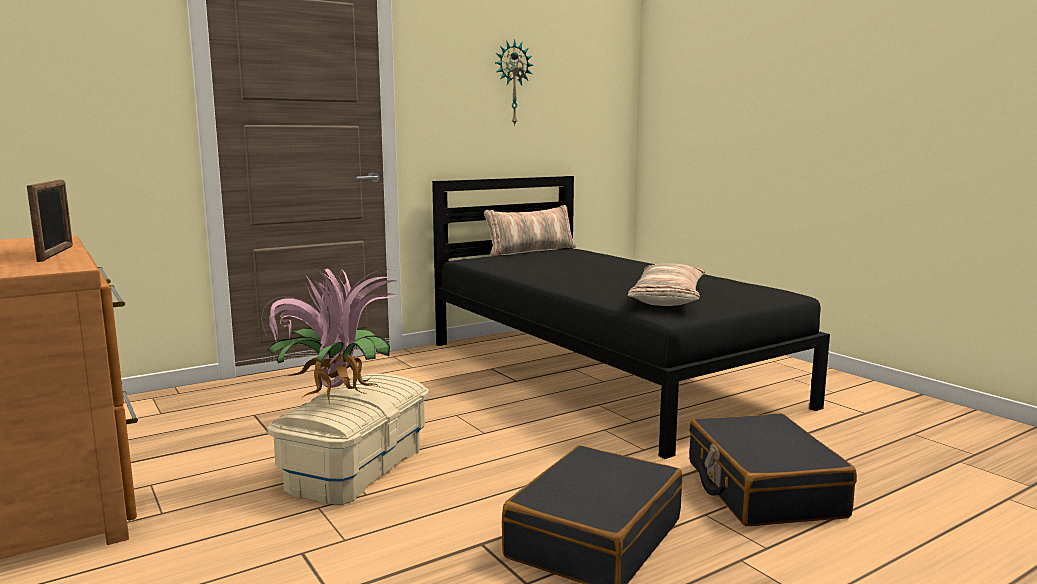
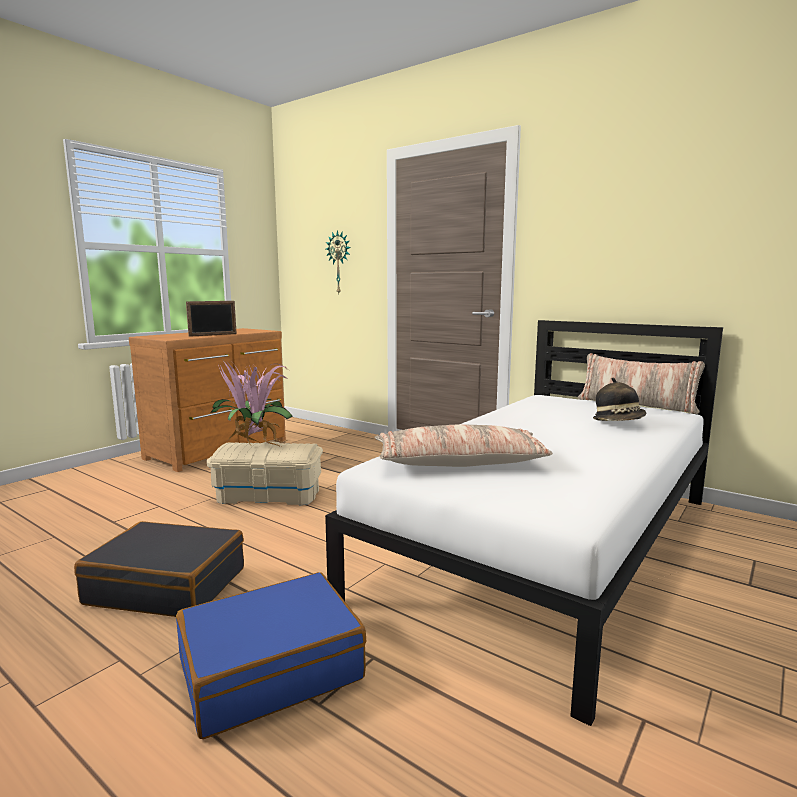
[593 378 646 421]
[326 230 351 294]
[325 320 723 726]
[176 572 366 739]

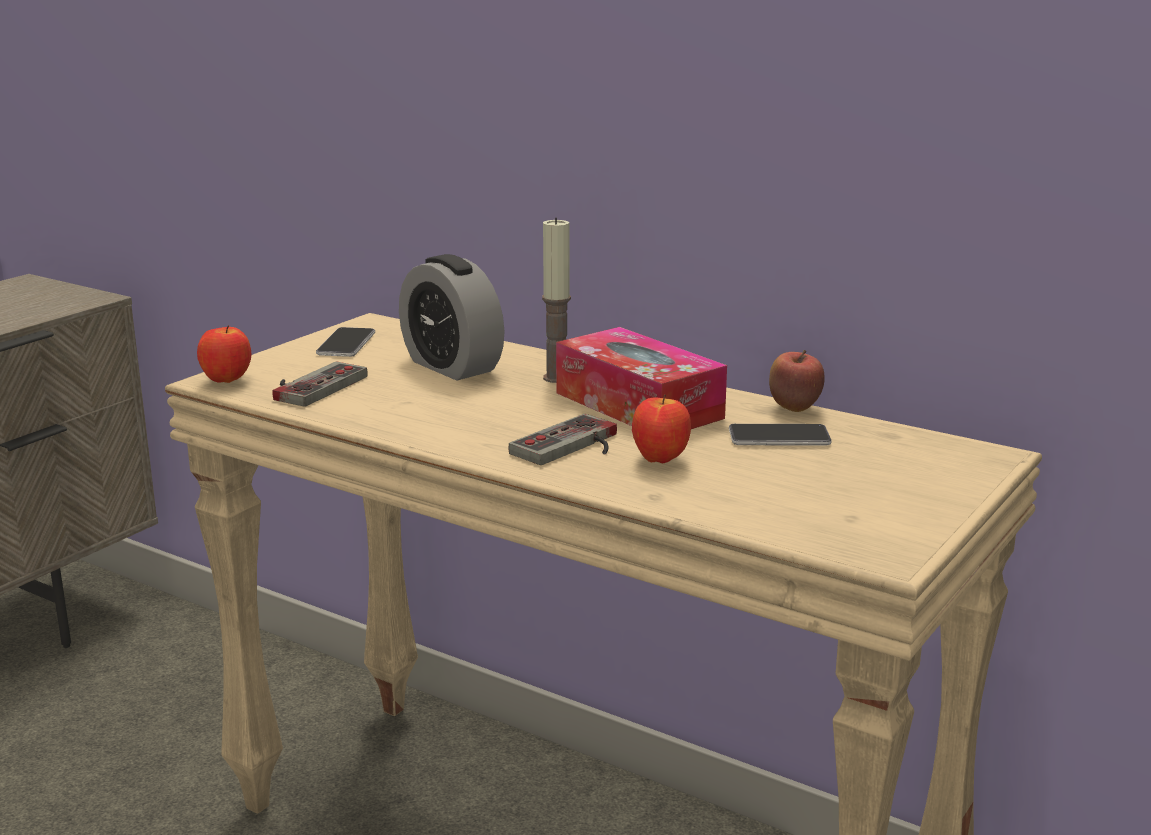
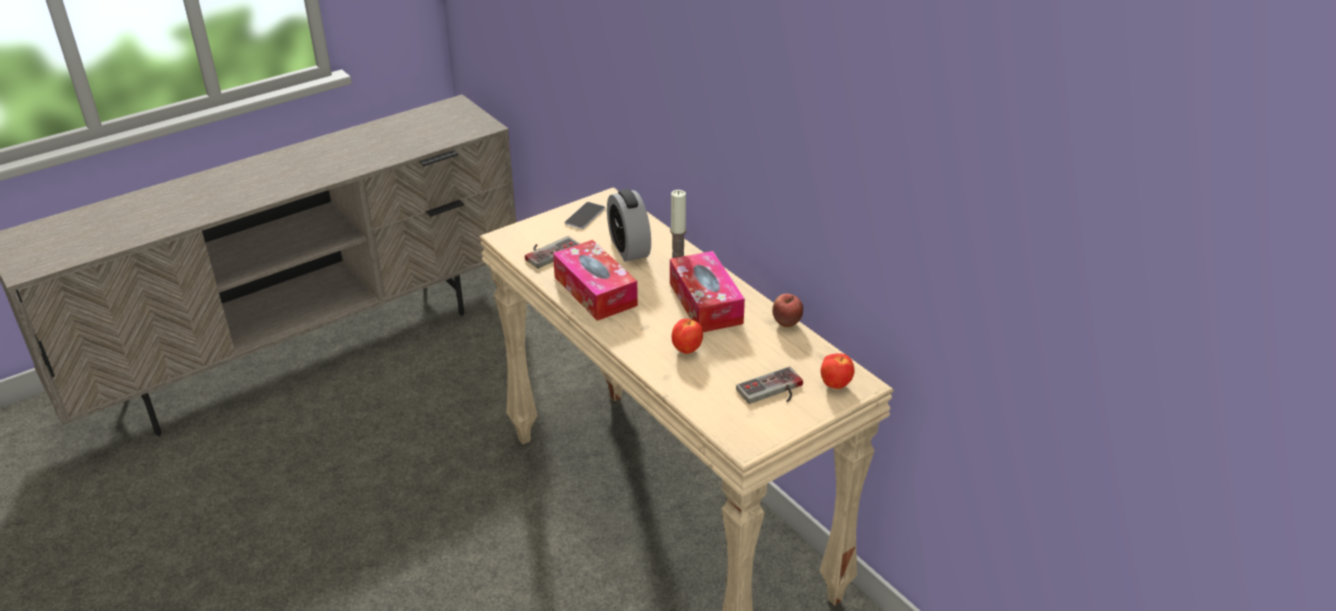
[729 424 832 446] (first image)
[553 240 638 321]
[821 353 855 389]
[736 366 803 404]

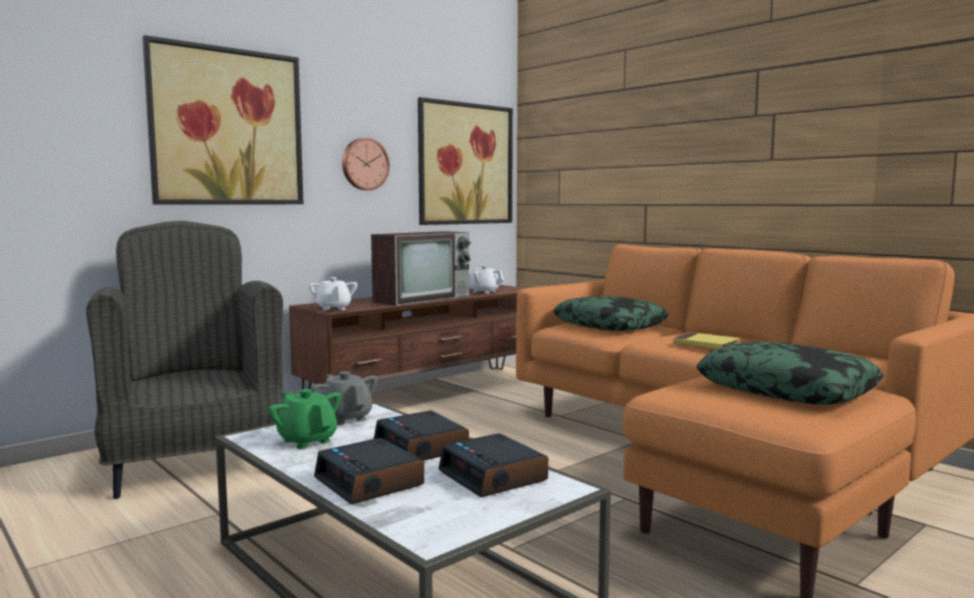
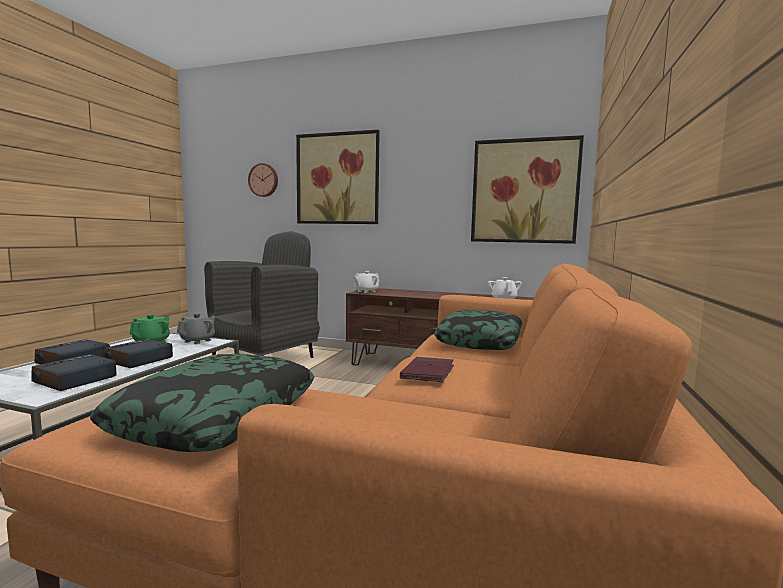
[371 231 472 306] (first image)
[248 163 278 197]
[400 357 454 382]

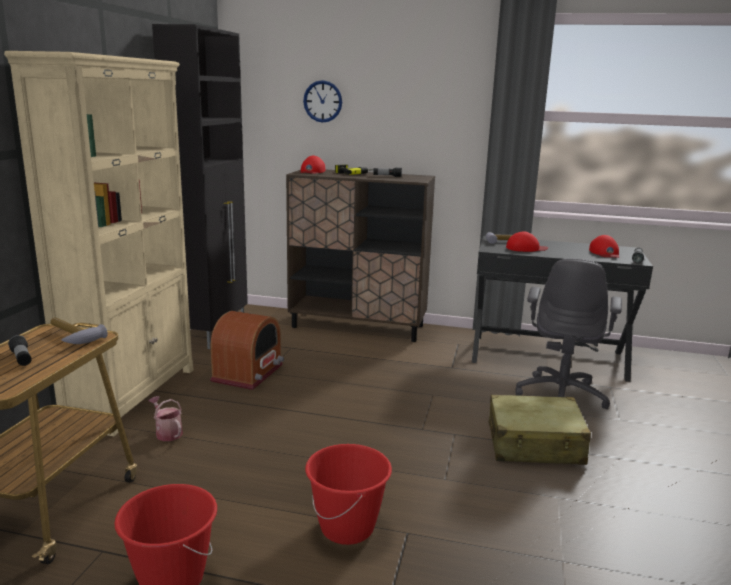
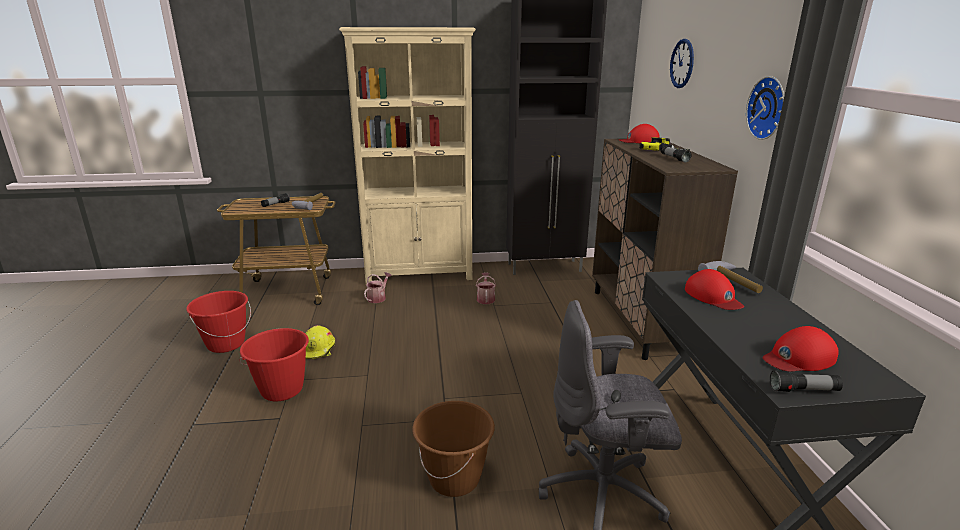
[306 325 335 359]
[746 76 784 140]
[476 272 496 304]
[412 401 495 497]

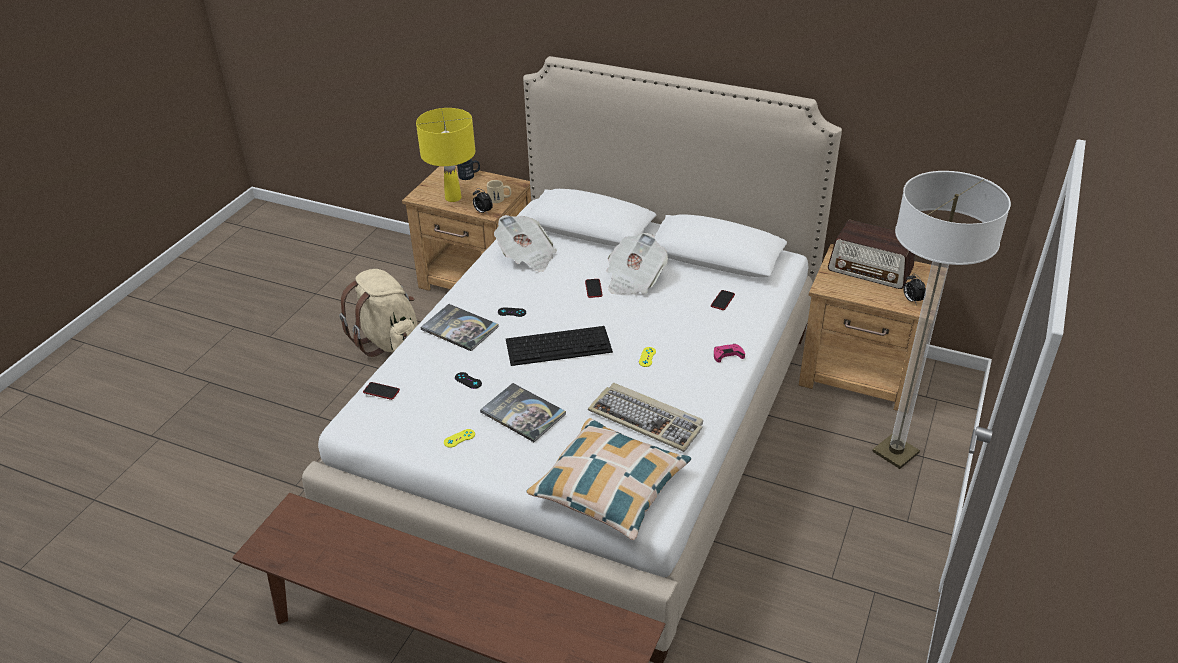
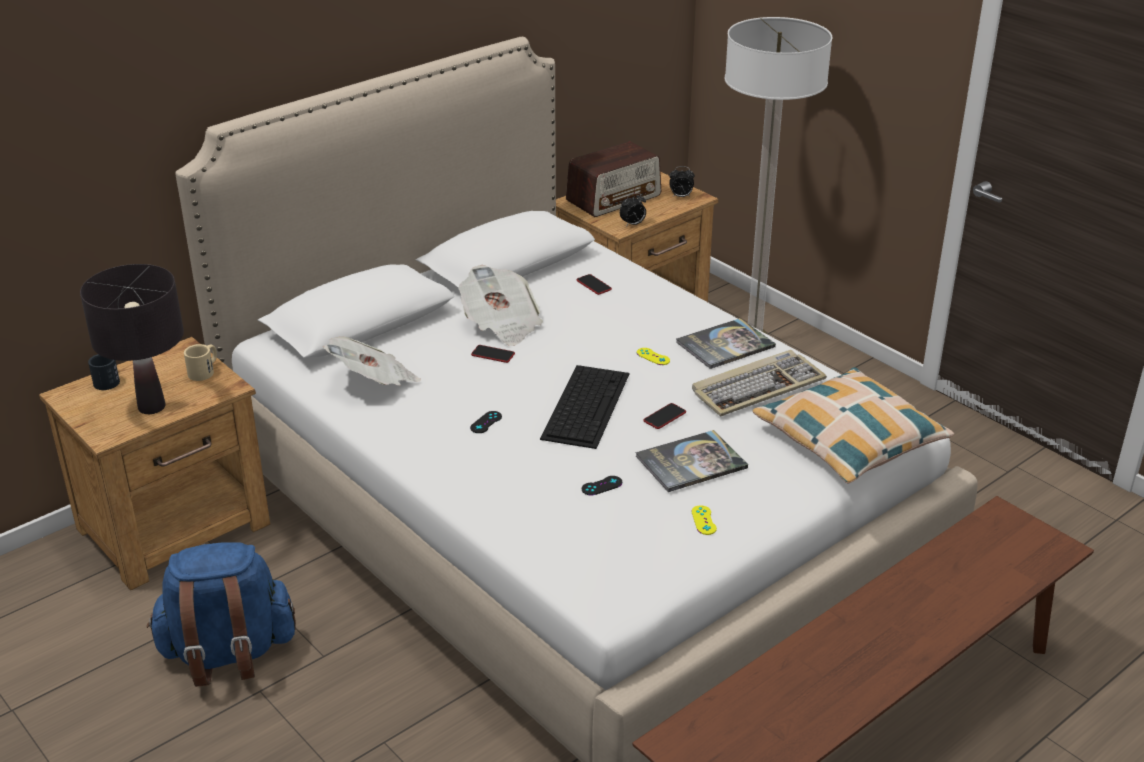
[714 344 745 363] (first image)
[643 403 686 429]
[676 318 776 369]
[620 193 646 227]
[147 542 296 687]
[80 264 184 414]

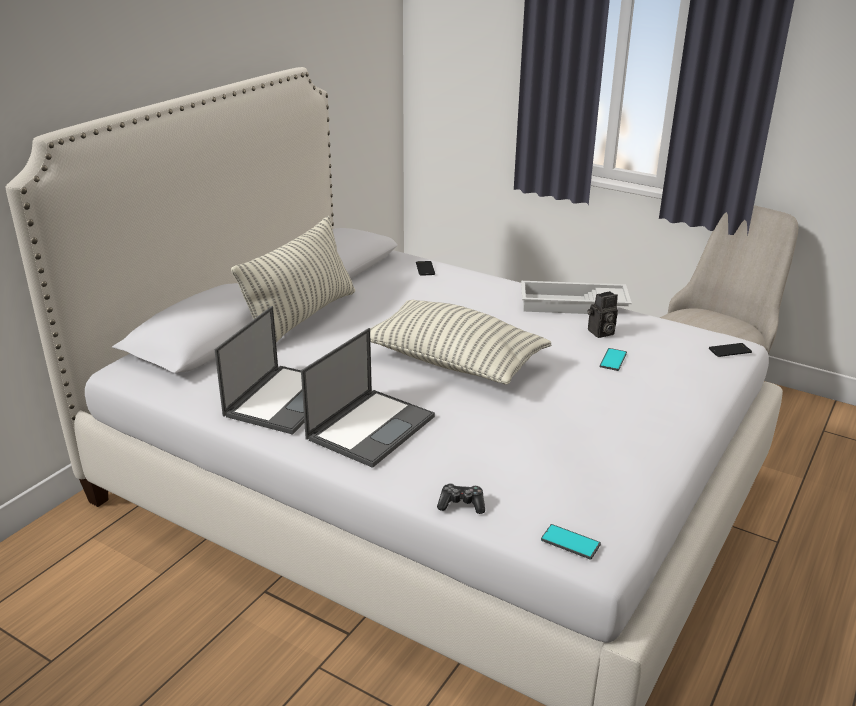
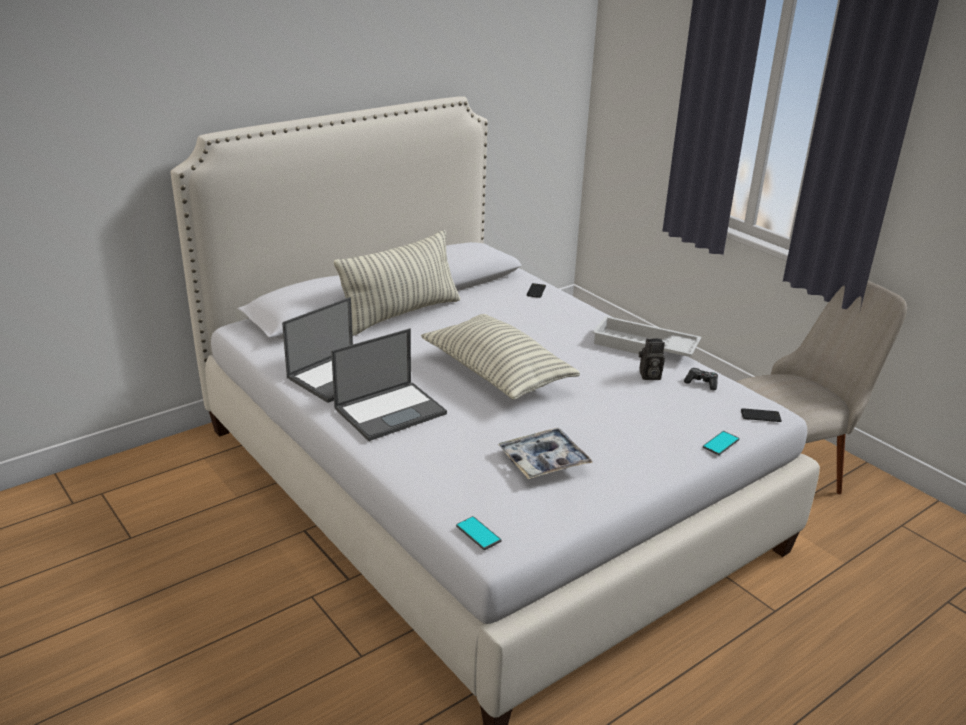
[498 428 593 479]
[684 368 718 390]
[703 431 740 455]

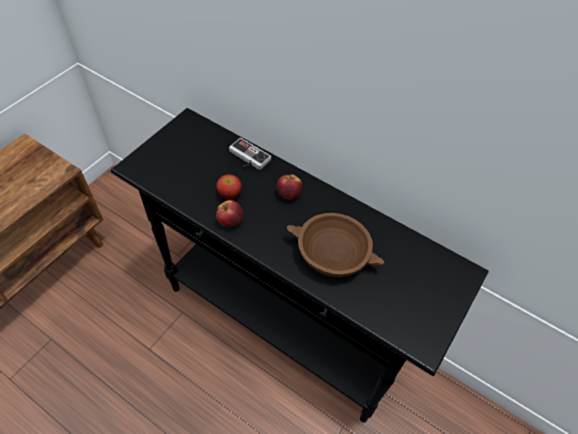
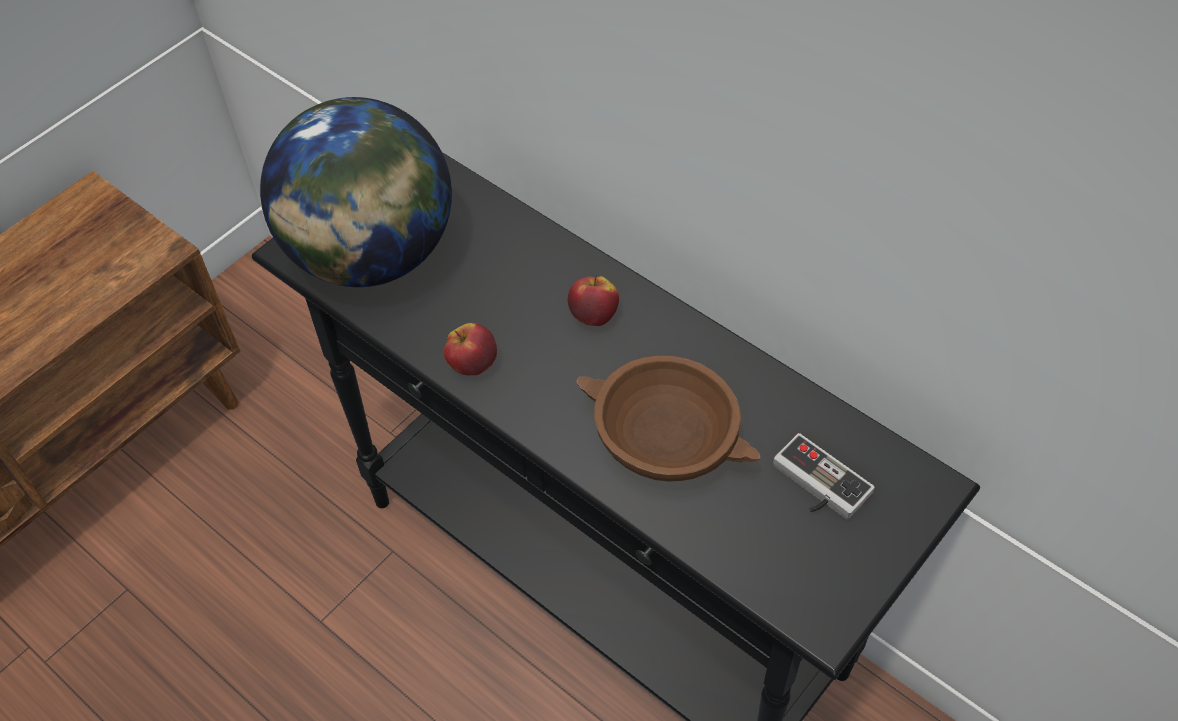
[216 174 242 200] (first image)
[260 97 452 287]
[773 433 875 519]

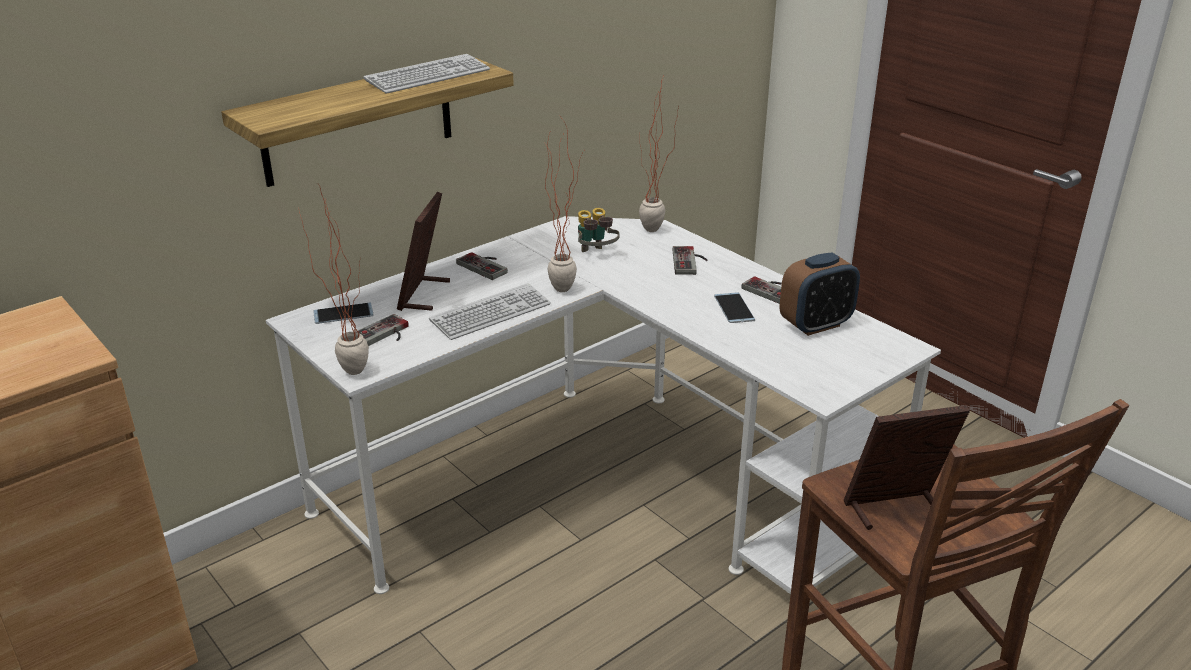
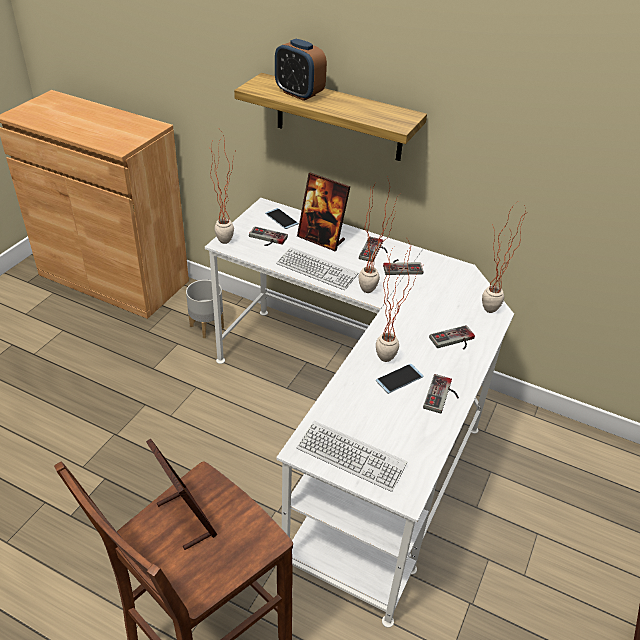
[578 208 620 252] (first image)
[186 280 224 338]
[376 237 422 362]
[383 259 424 275]
[297 421 407 492]
[275 39 327 101]
[297 172 351 251]

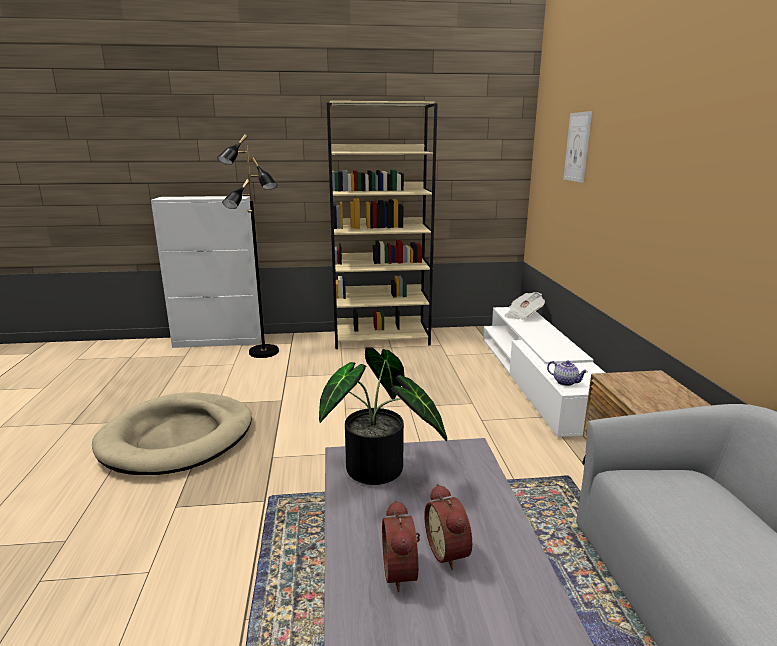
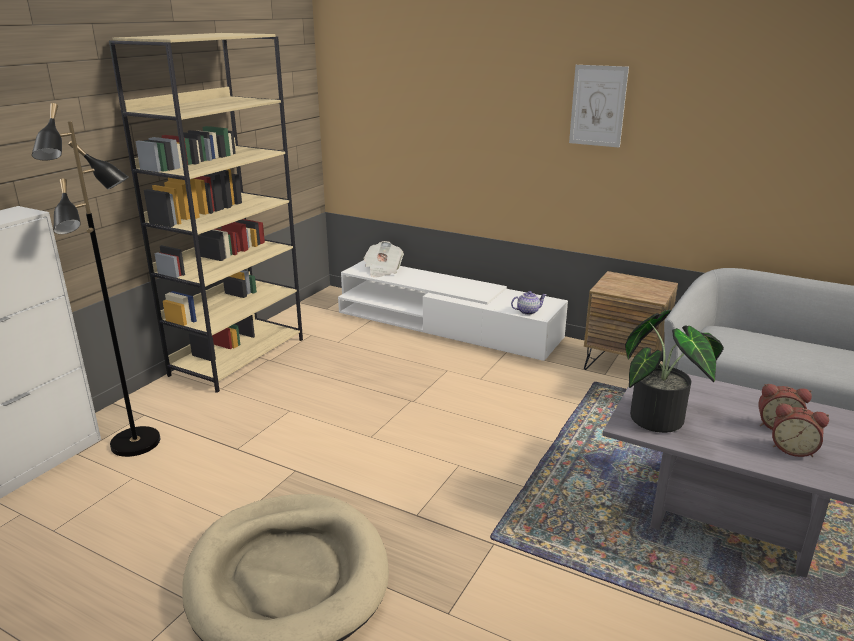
[569 65 629 148]

